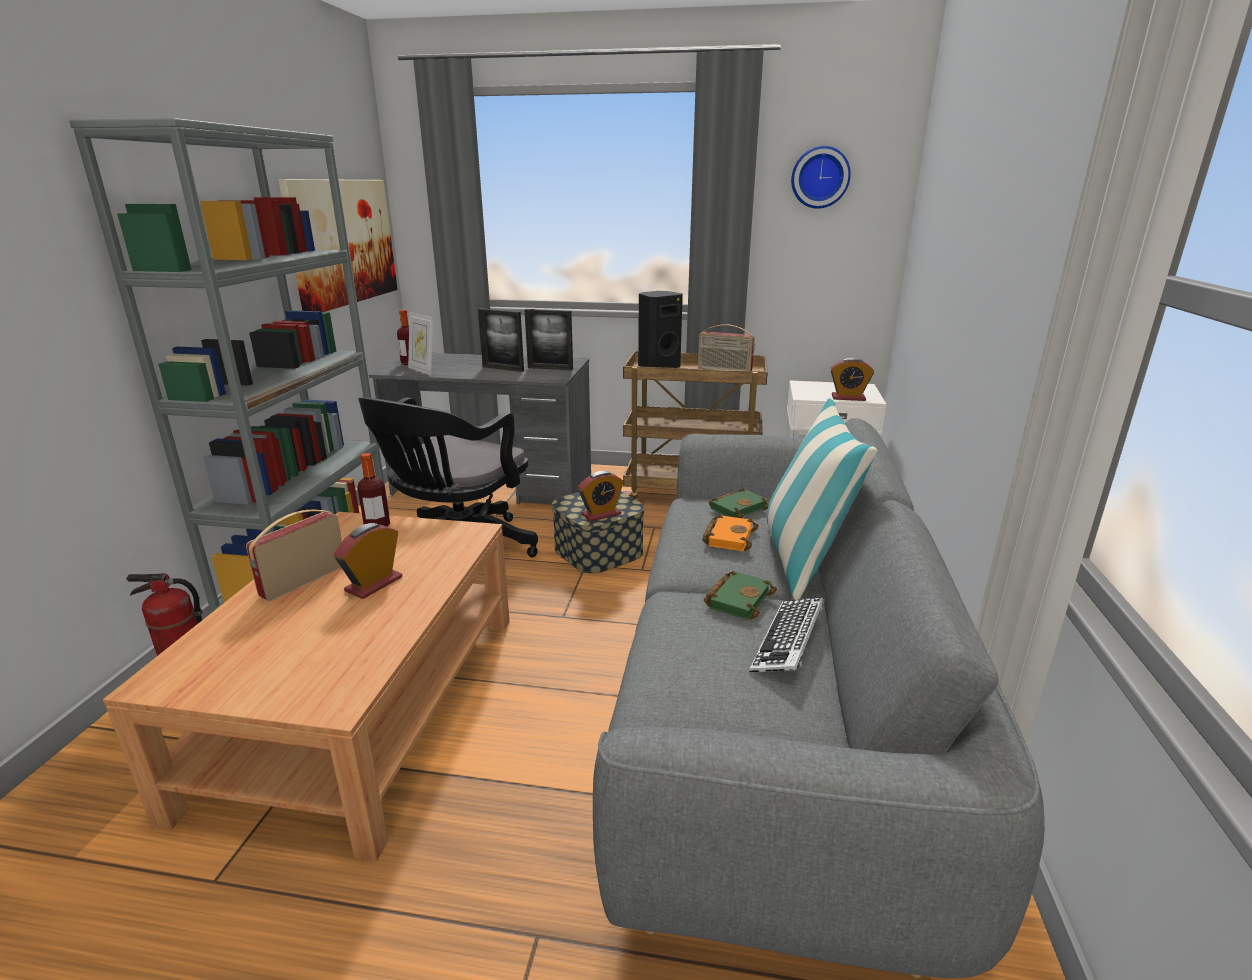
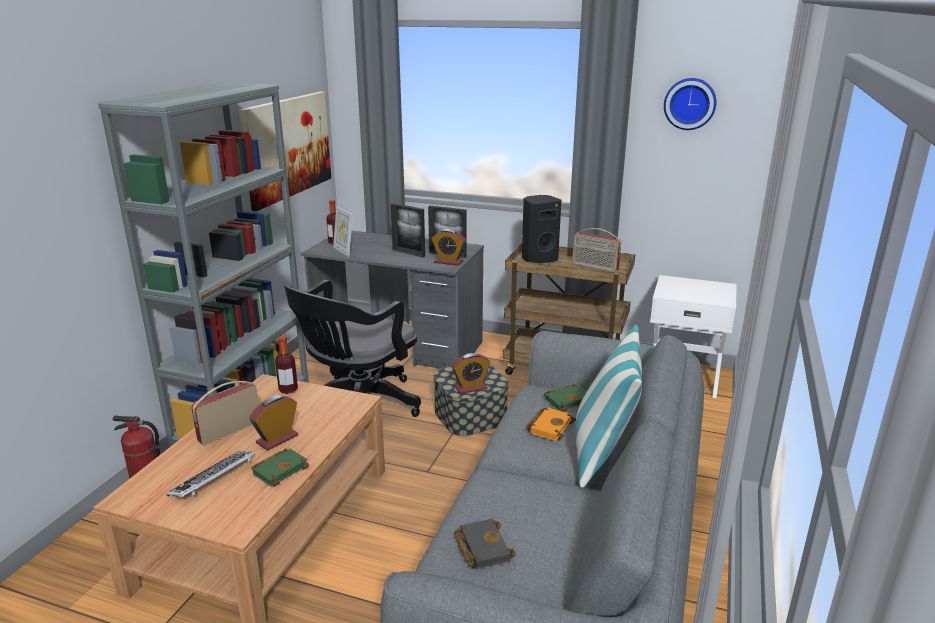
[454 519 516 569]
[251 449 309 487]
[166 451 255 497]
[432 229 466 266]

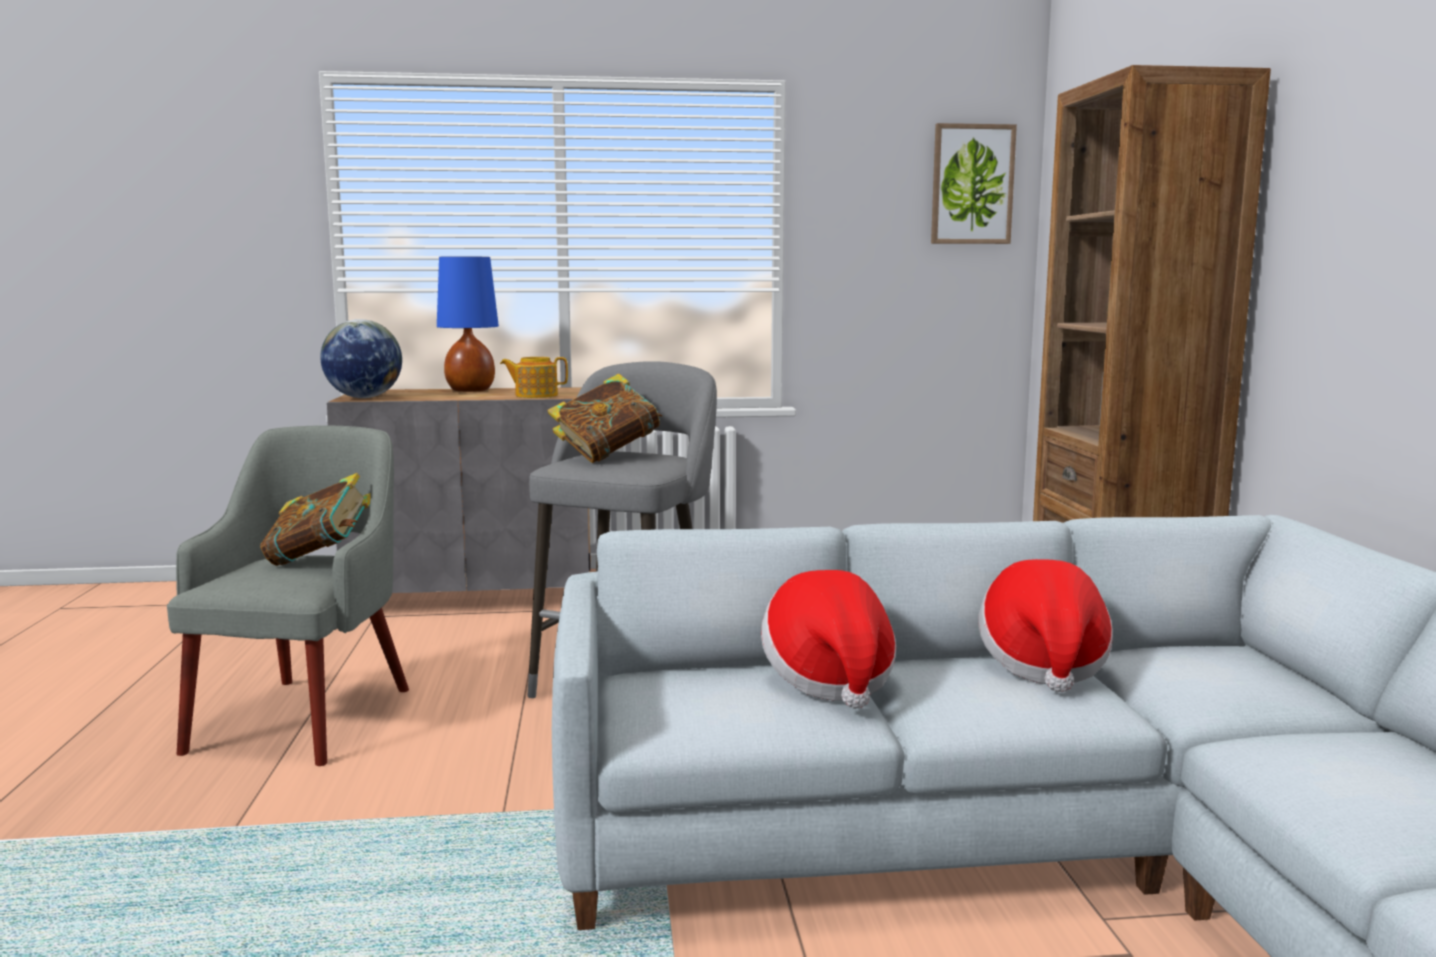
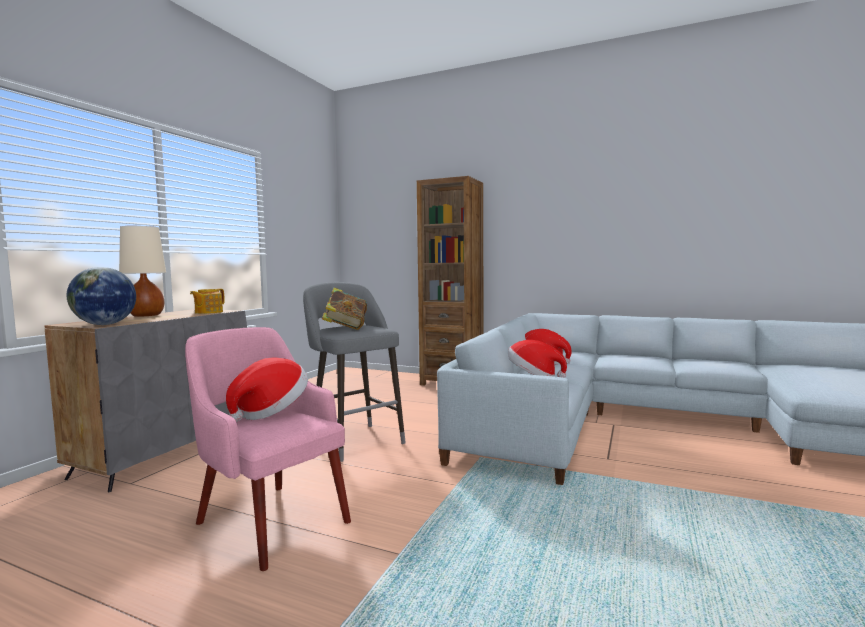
[931 123 1017 244] (first image)
[226 357 308 422]
[185 327 351 571]
[119 226 166 317]

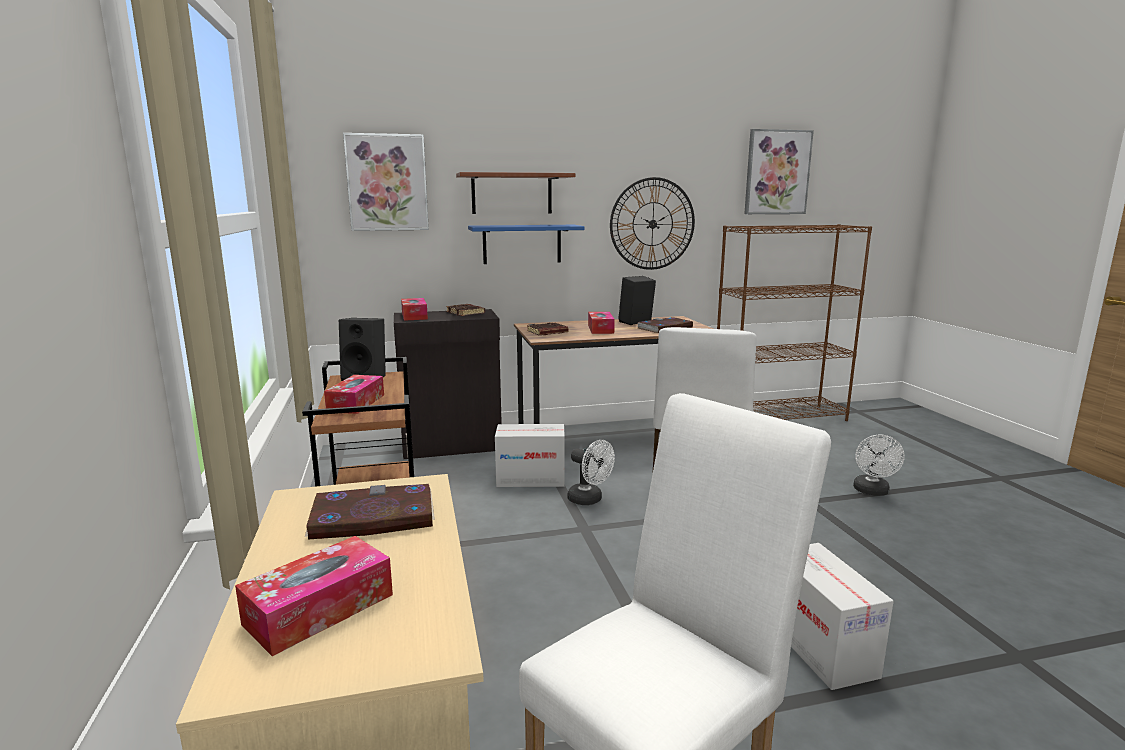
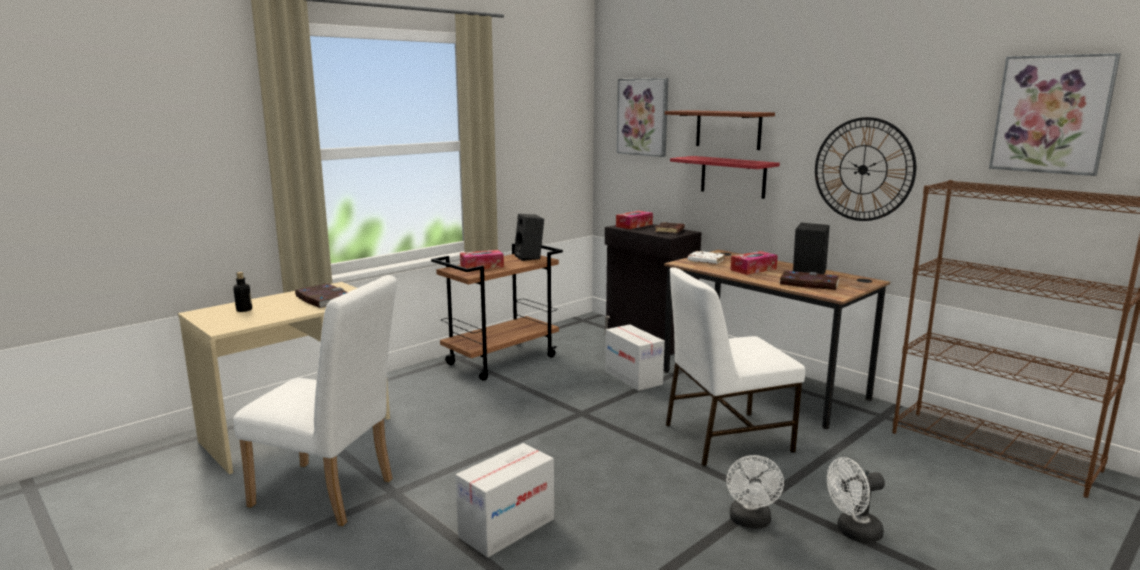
[726 455 784 529]
[233 272 252 312]
[670 156 780 199]
[687 251 725 264]

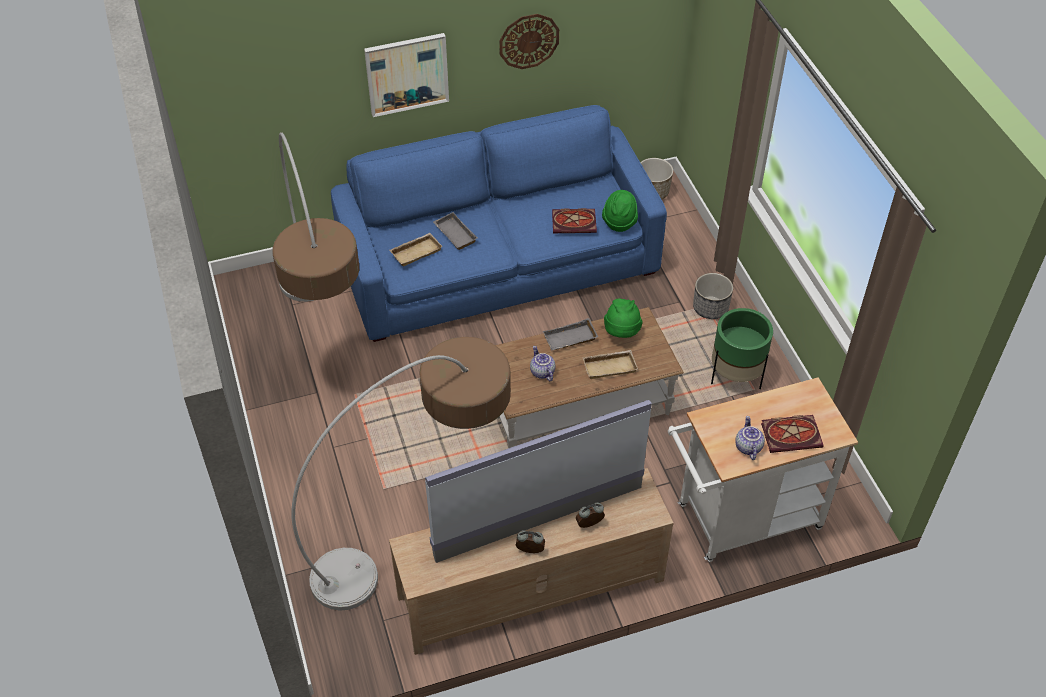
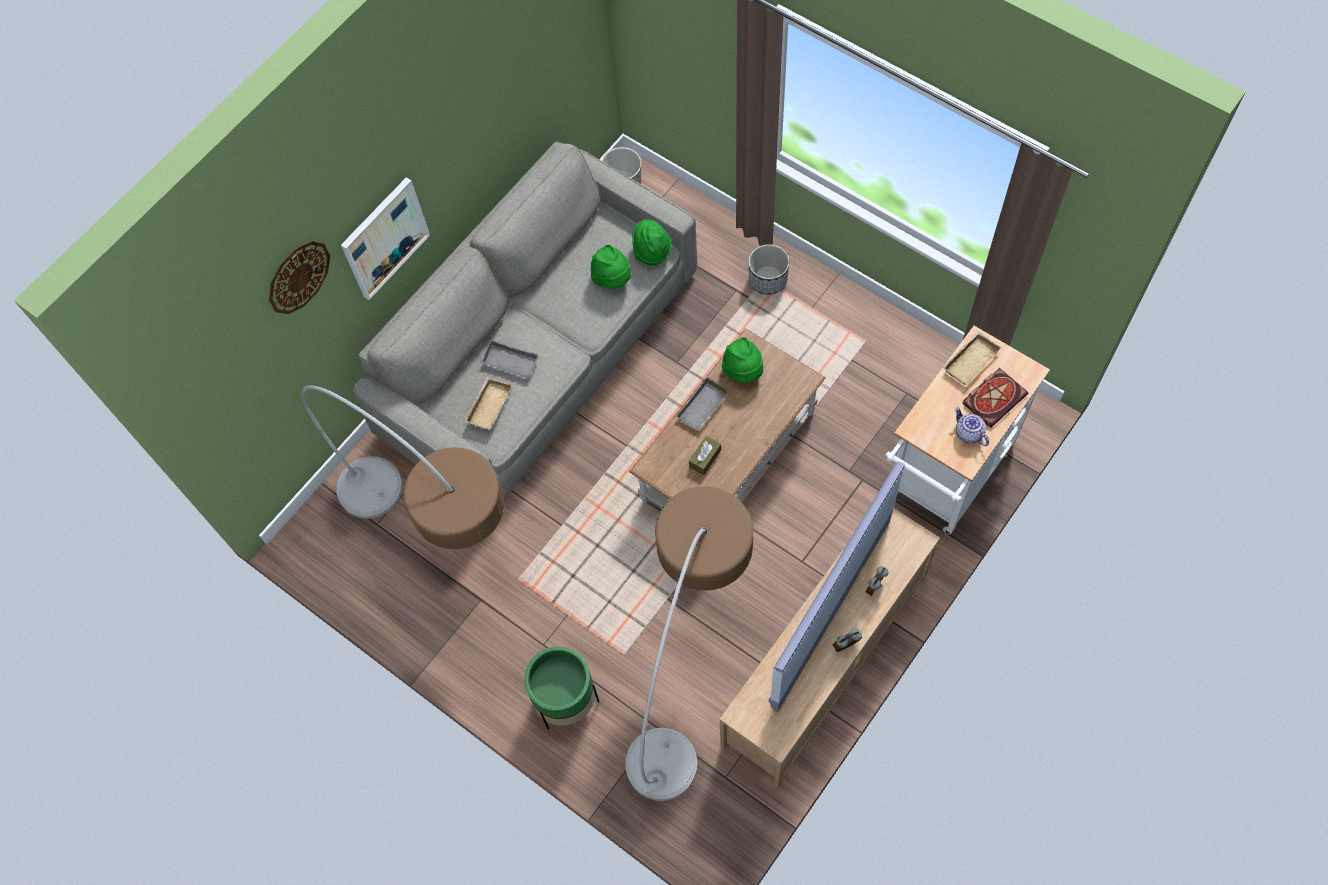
[269 241 330 314]
[943 331 1001 385]
[524 646 599 730]
[689 436 721 475]
[591 245 631 289]
[352 141 697 499]

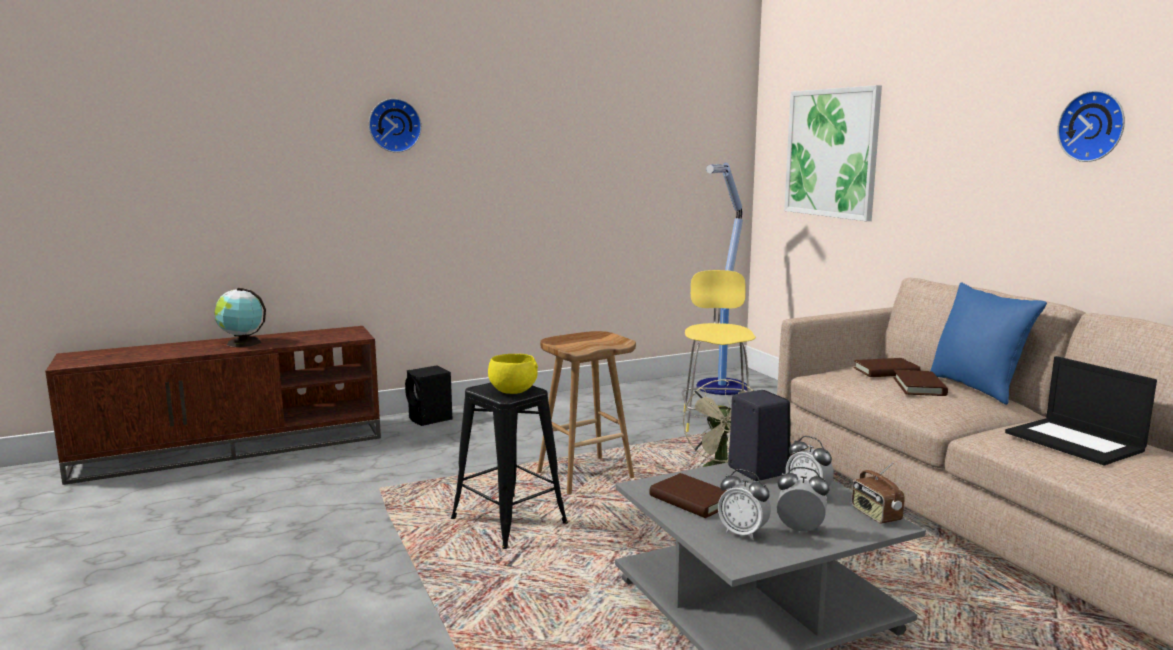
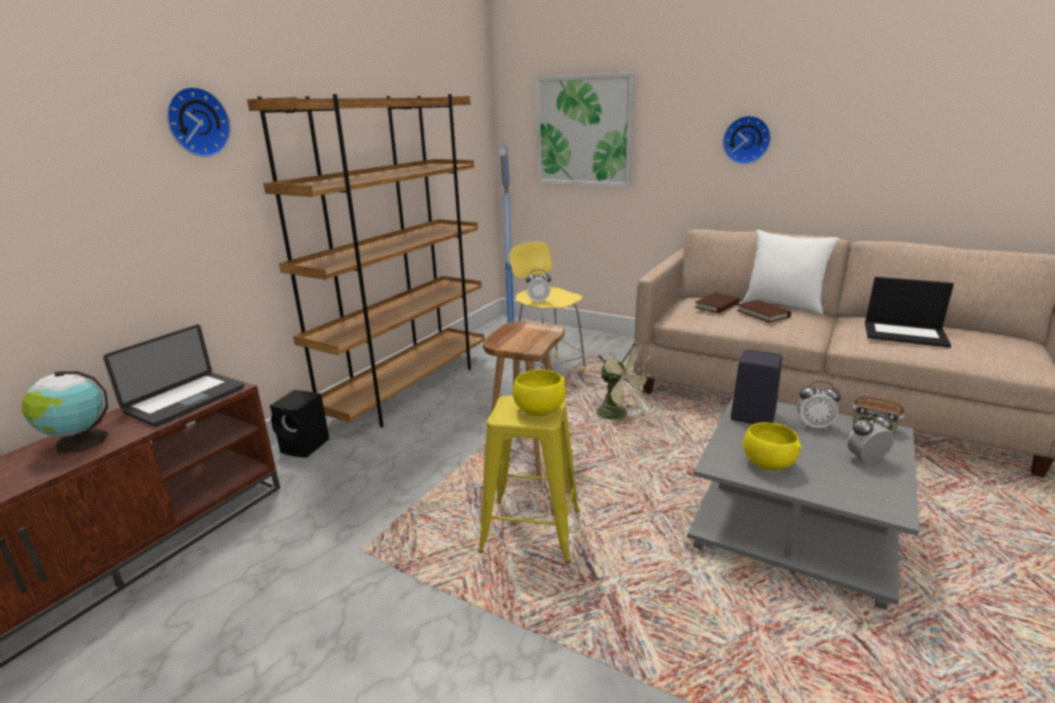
[103 325 244 427]
[247 94 485 427]
[526 269 551 303]
[723 115 771 164]
[743 422 802 470]
[478 395 580 563]
[742 230 839 315]

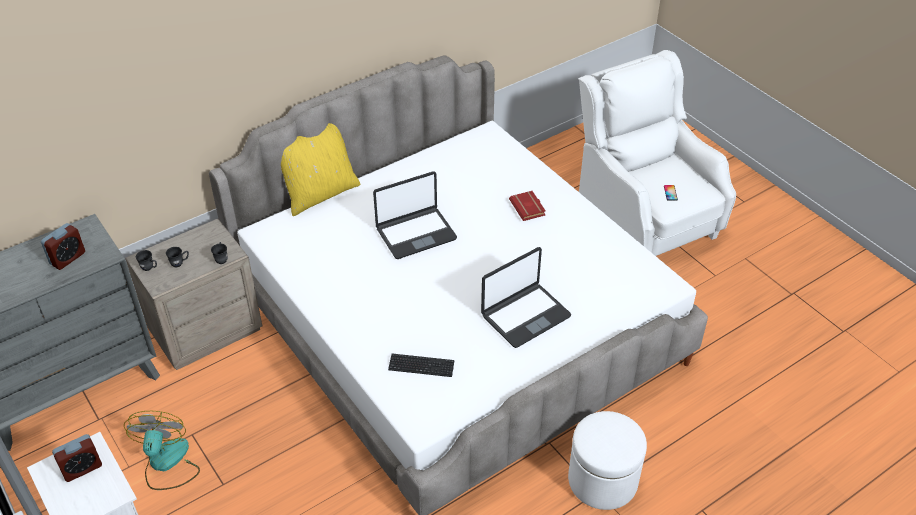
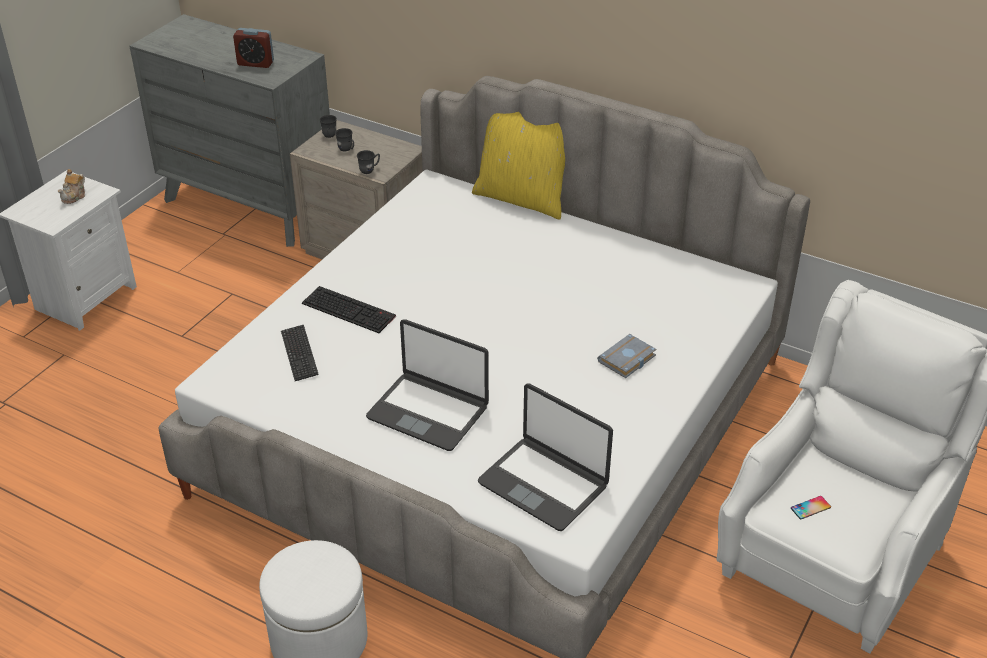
[124 411 200 490] (first image)
[302 286 396 333]
[478 383 613 531]
[58 169 85 204]
[597 334 657 378]

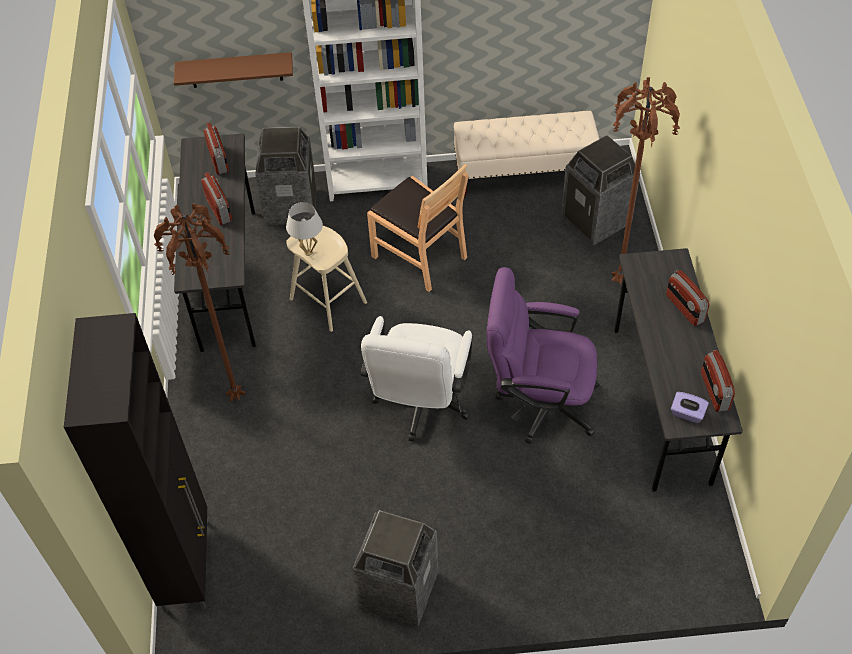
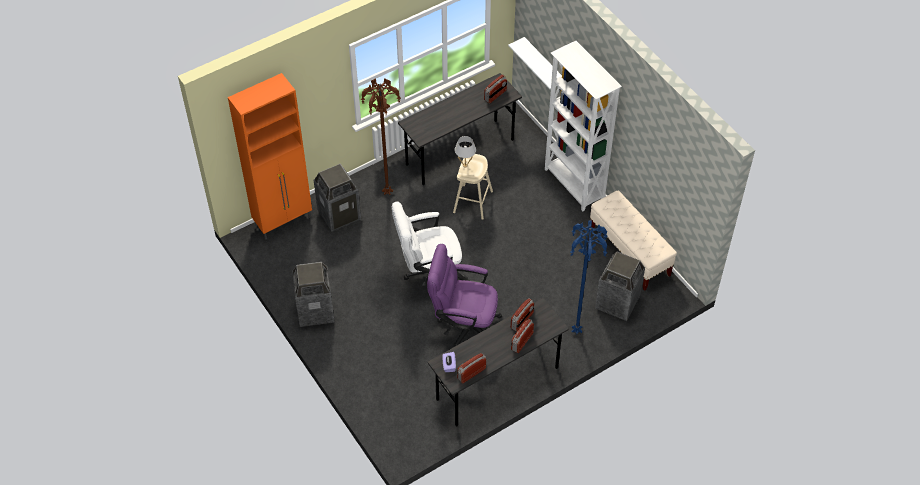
[367 164 469 292] (first image)
[511 298 534 332]
[314 163 361 232]
[228 73 312 240]
[508 37 562 89]
[570 220 608 335]
[427 244 502 347]

